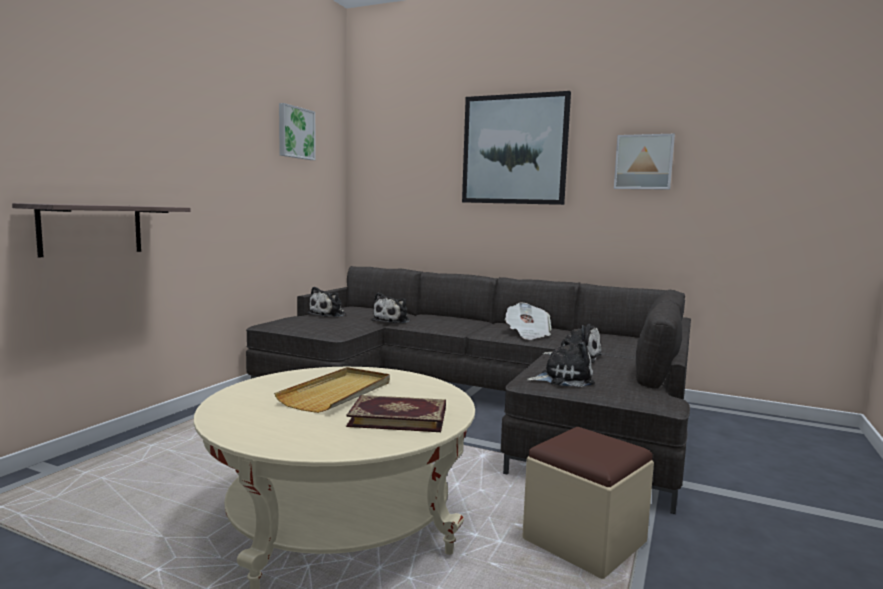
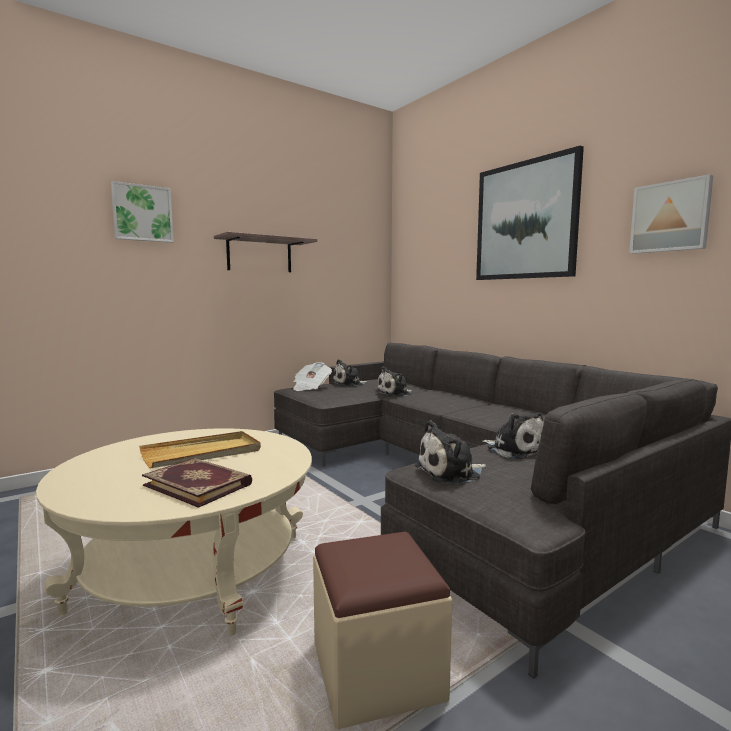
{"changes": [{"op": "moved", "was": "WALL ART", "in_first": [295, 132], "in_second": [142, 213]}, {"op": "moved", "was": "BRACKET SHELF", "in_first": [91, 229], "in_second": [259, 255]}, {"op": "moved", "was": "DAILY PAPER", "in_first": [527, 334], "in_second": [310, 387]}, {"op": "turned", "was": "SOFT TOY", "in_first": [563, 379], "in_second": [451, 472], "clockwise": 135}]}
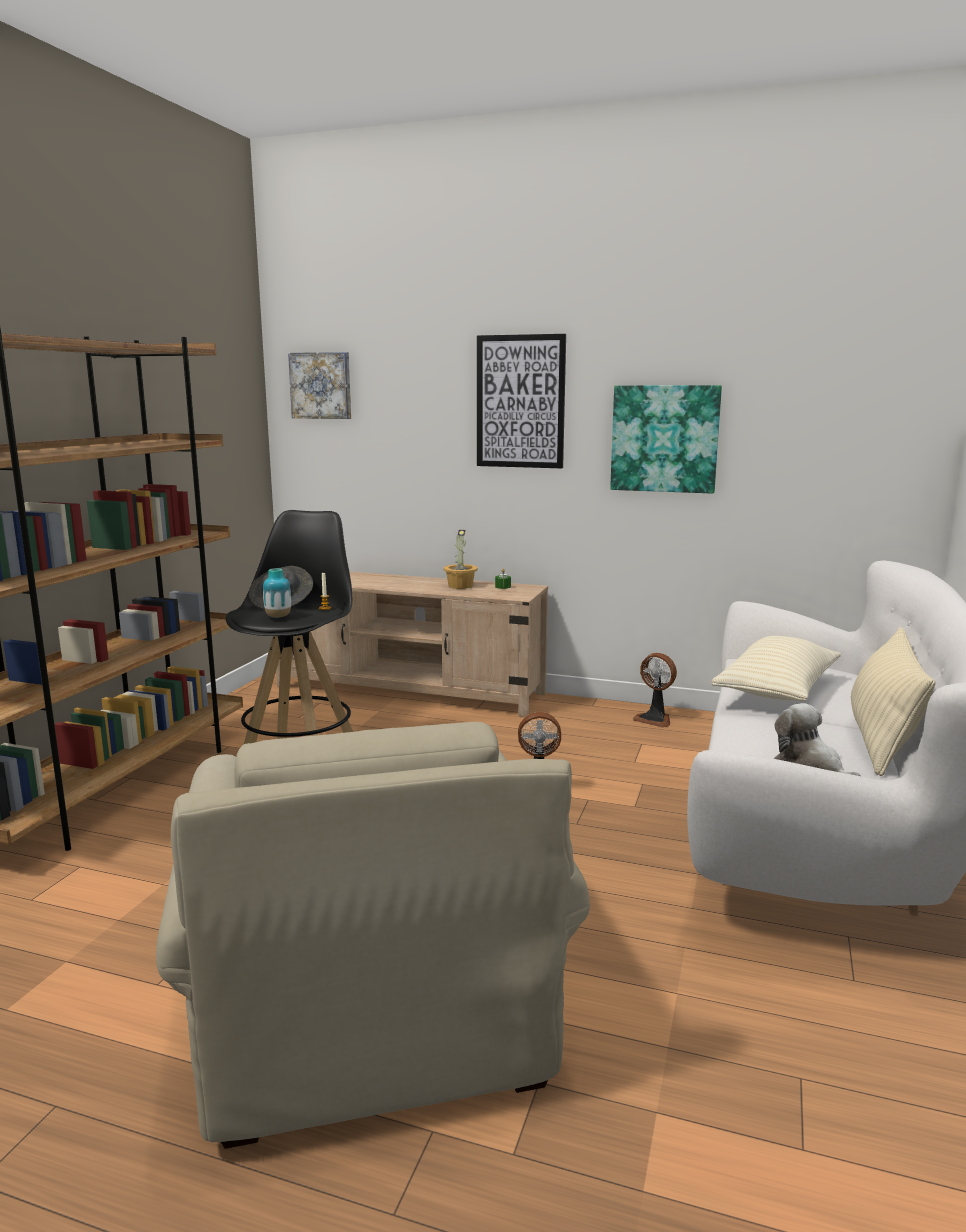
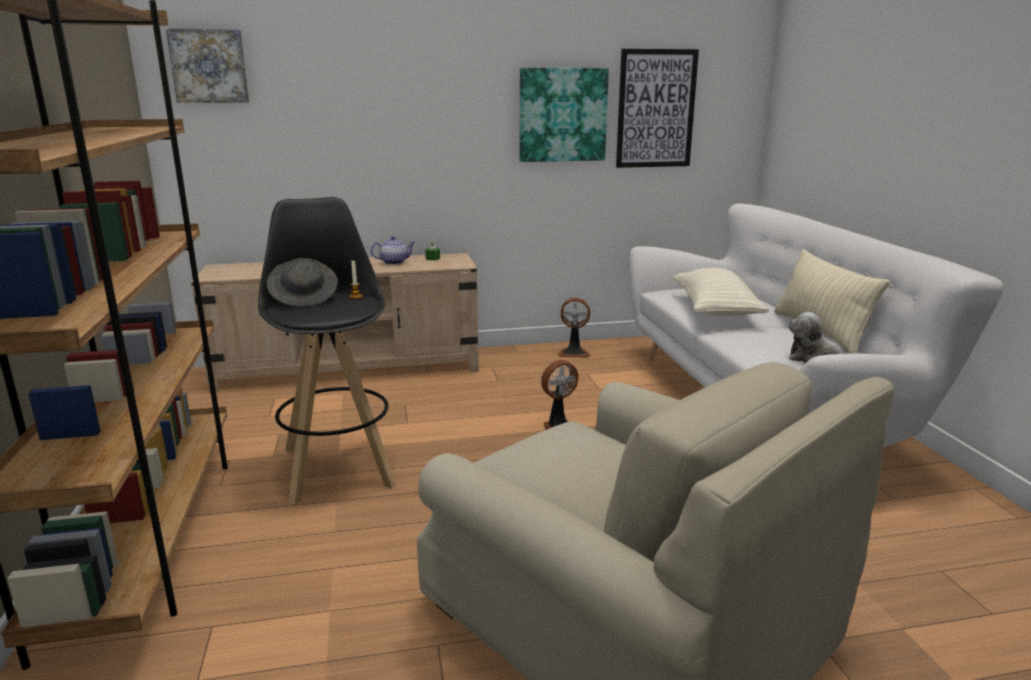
{"changes": [{"op": "moved", "was": "WALL ART", "in_first": [520, 402], "in_second": [656, 109]}, {"op": "replaced", "was": "POTTED PLANT", "now": "TEAPOT", "in_first": [460, 586], "in_second": [394, 262]}, {"op": "removed", "was": "VASE", "in_first": [278, 617]}]}
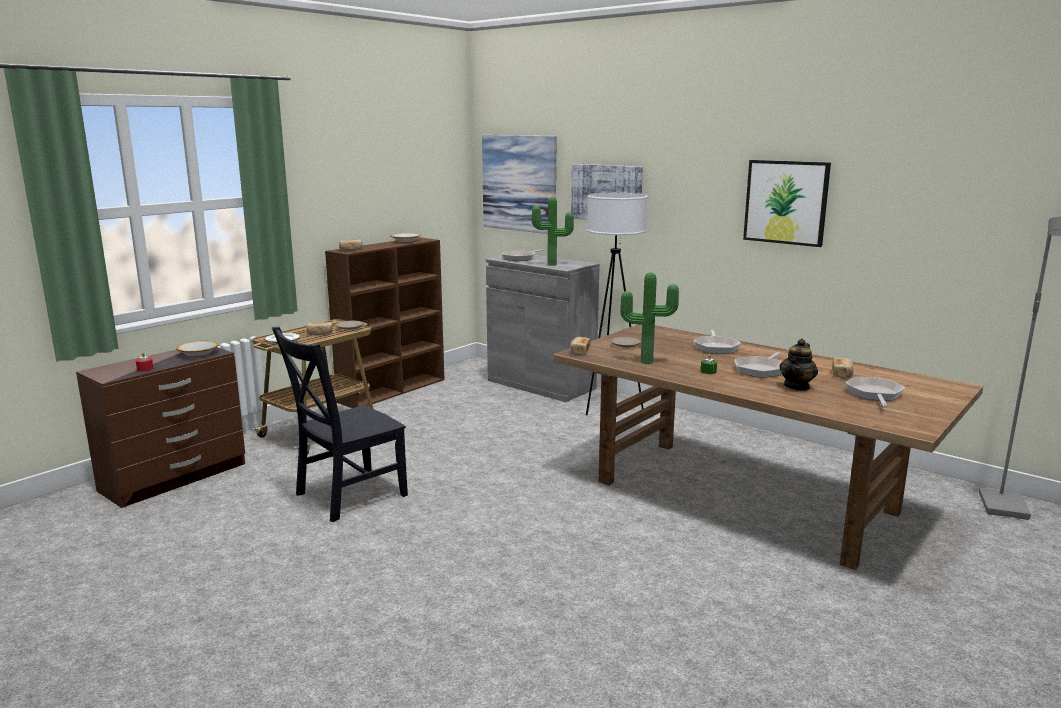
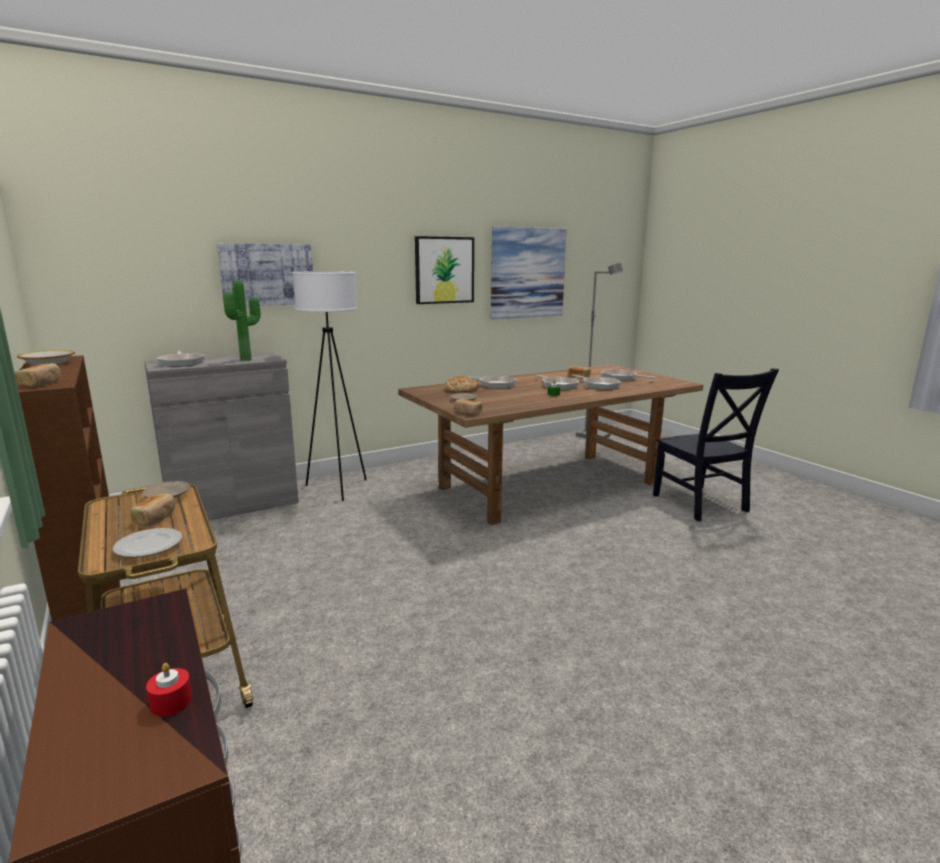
{"changes": [{"op": "moved", "was": "WALL ART", "in_first": [519, 183], "in_second": [527, 273]}, {"op": "removed", "was": "POTTED PLANT", "in_first": [646, 361]}, {"op": "moved", "was": "BLACKISH PLAIN CHAIR", "in_first": [347, 496], "in_second": [701, 504]}, {"op": "replaced", "was": "TEAPOT", "now": "SKILLET", "in_first": [797, 386], "in_second": [599, 385]}, {"op": "removed", "was": "SERVING BOWL", "in_first": [198, 353]}, {"op": "added", "now": "BREAD", "in_second": [460, 389]}]}
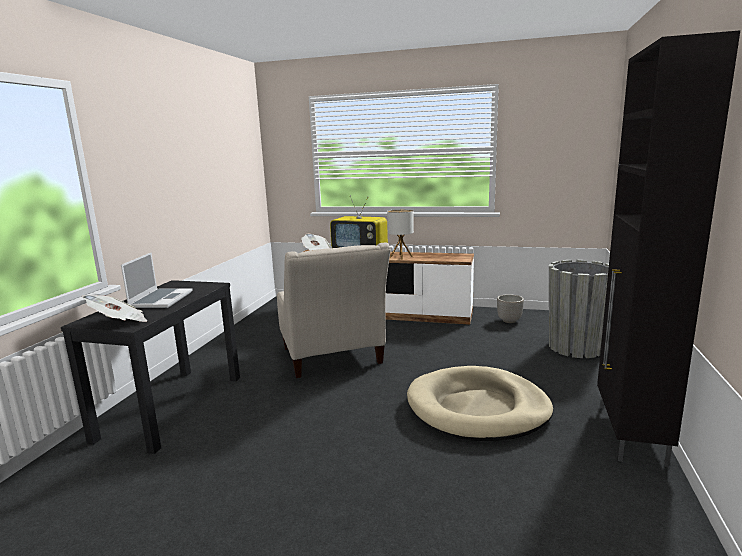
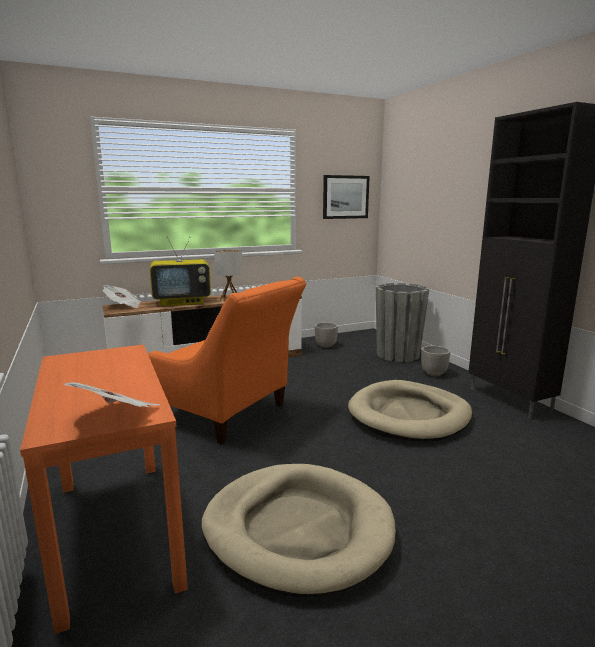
{"changes": [{"op": "recoloured", "was": "SAND-COLOURED ARMCHAIR", "now": "ORANGE ARMCHAIR", "in_first": [333, 359], "in_second": [230, 415]}, {"op": "removed", "was": "LAPTOP", "in_first": [161, 299]}, {"op": "recoloured", "was": "BLACKISH CONSOLE TABLE", "now": "ORANGE CONSOLE TABLE", "in_first": [172, 406], "in_second": [115, 529]}, {"op": "added", "now": "WALL ART", "in_second": [345, 197]}, {"op": "added", "now": "PLANTER", "in_second": [434, 374]}, {"op": "added", "now": "SAND-COLOURED PET BED", "in_second": [297, 530]}]}
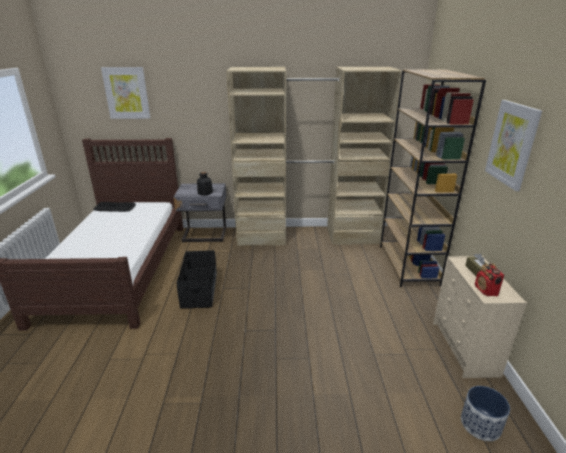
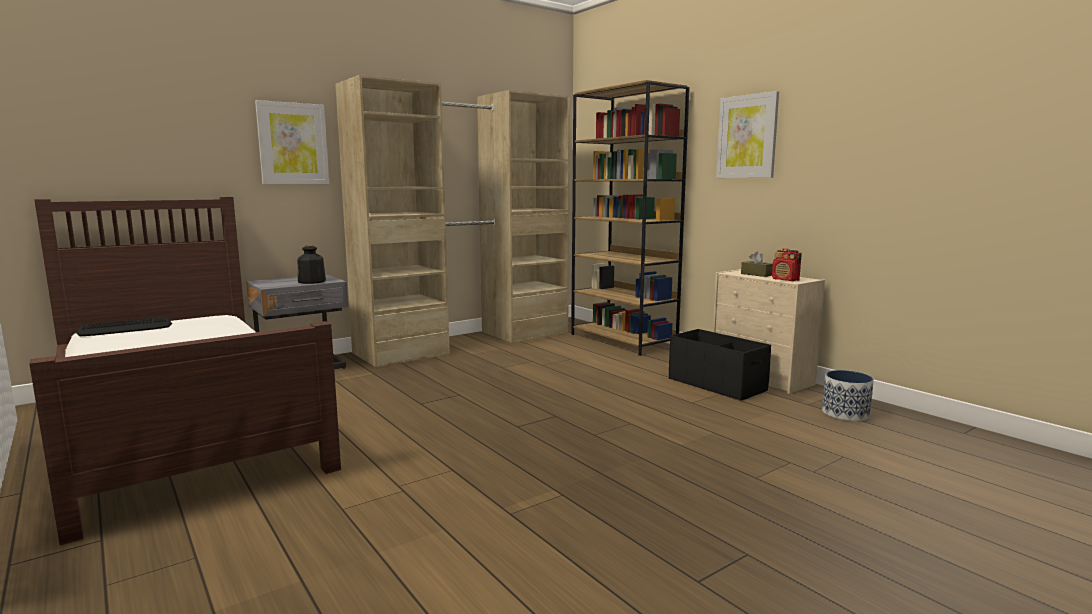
{"changes": [{"op": "moved", "was": "WALL ART", "in_first": [126, 93], "in_second": [293, 144]}, {"op": "moved", "was": "BLACKISH STORAGE BIN", "in_first": [200, 290], "in_second": [717, 384]}]}
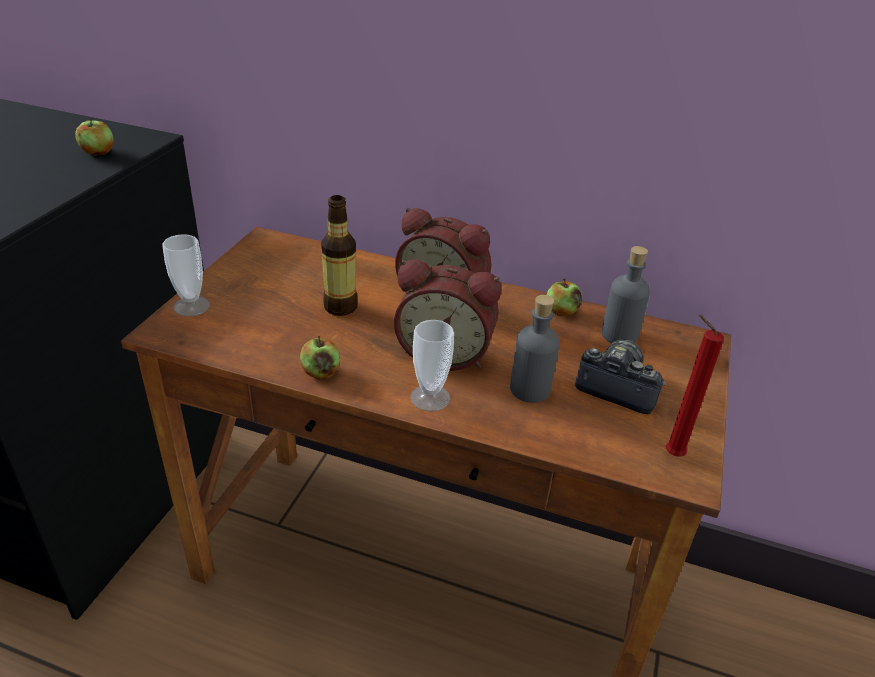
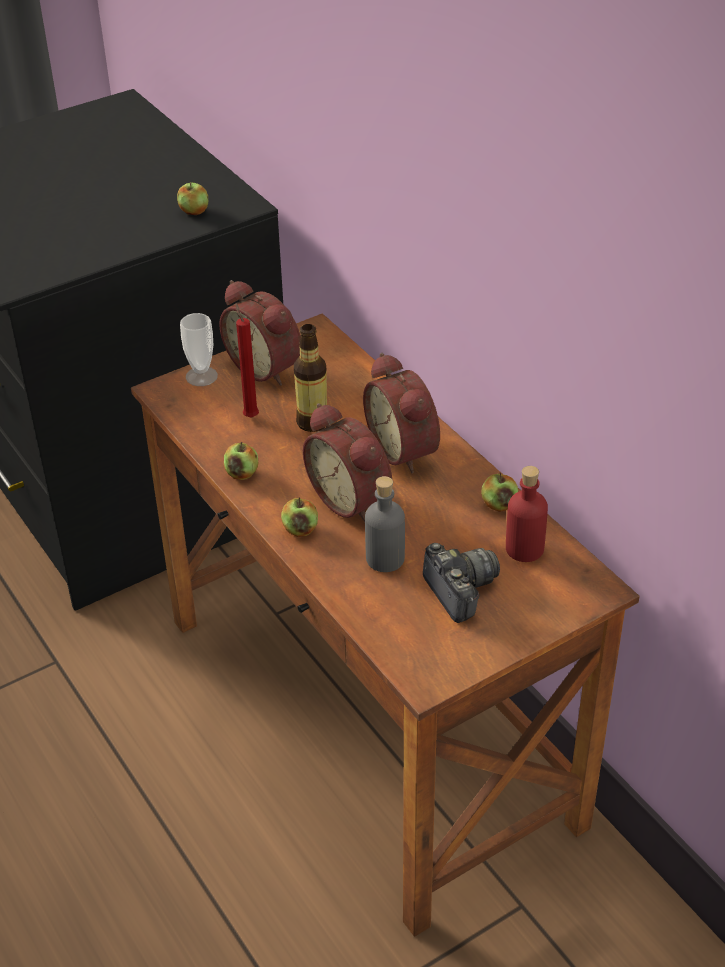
{"changes": [{"op": "recoloured", "was": "GREYISH BOTTLE", "now": "REDDISH BOTTLE", "in_first": [619, 335], "in_second": [524, 548]}, {"op": "moved", "was": "REDDISH WAX LIGHT", "in_first": [670, 454], "in_second": [250, 415]}, {"op": "replaced", "was": "CUP", "now": "APPLE", "in_first": [430, 398], "in_second": [300, 529]}, {"op": "added", "now": "BEDSIDE CLOCK", "in_second": [267, 367]}]}
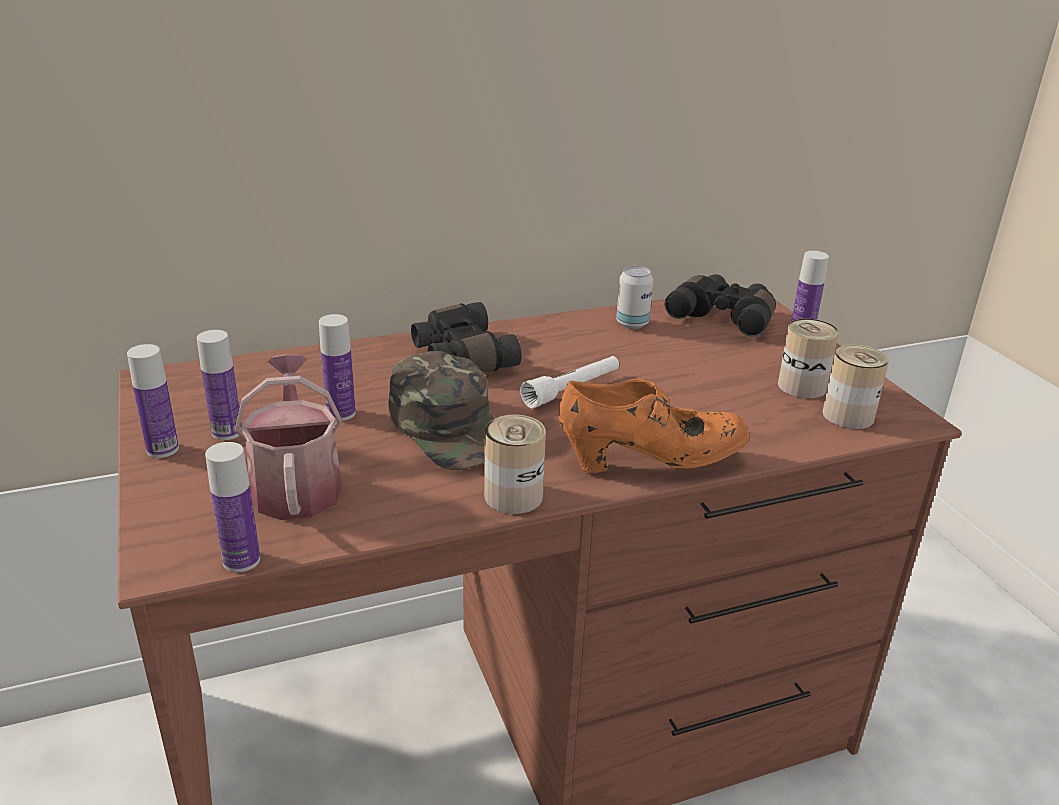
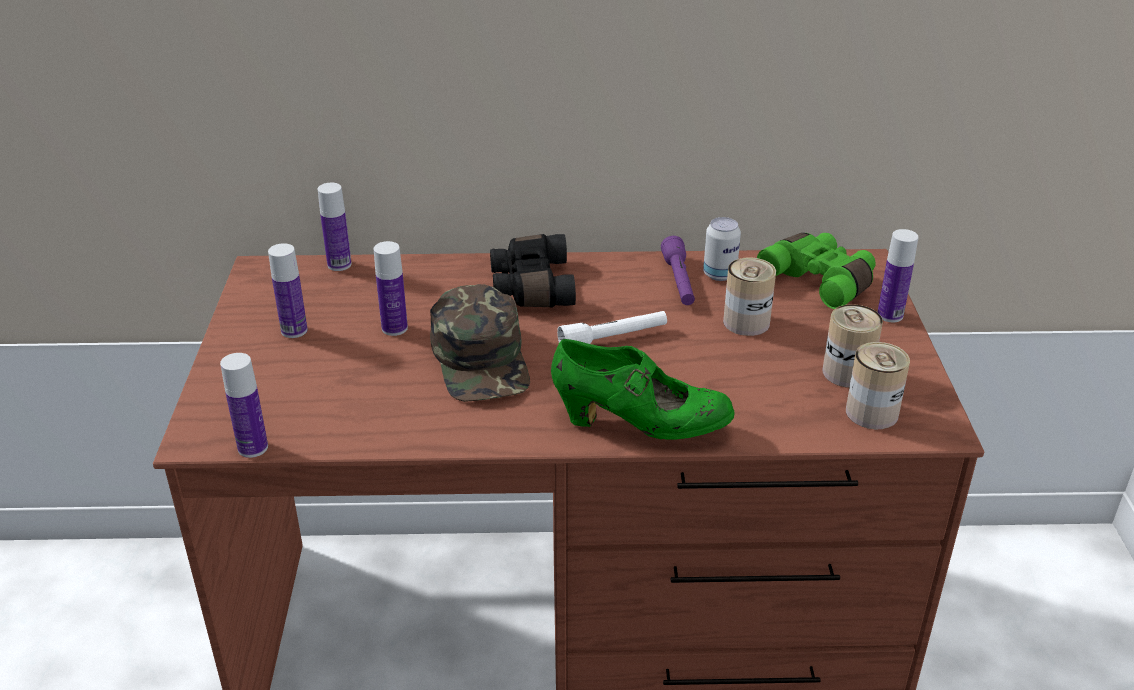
{"changes": [{"op": "recoloured", "was": "BLACKISH PAIR OF BINOCULARS", "now": "GREENISH PAIR OF BINOCULARS", "in_first": [724, 317], "in_second": [821, 281]}, {"op": "moved", "was": "BOTTLE", "in_first": [162, 449], "in_second": [339, 264]}, {"op": "removed", "was": "WATERING CAN", "in_first": [296, 484]}, {"op": "recoloured", "was": "ORANGE SHOE", "now": "GREENISH SHOE", "in_first": [651, 462], "in_second": [640, 425]}, {"op": "moved", "was": "SEALED CAN", "in_first": [513, 496], "in_second": [746, 322]}, {"op": "added", "now": "PURPLE FLASHLIGHT", "in_second": [679, 282]}]}
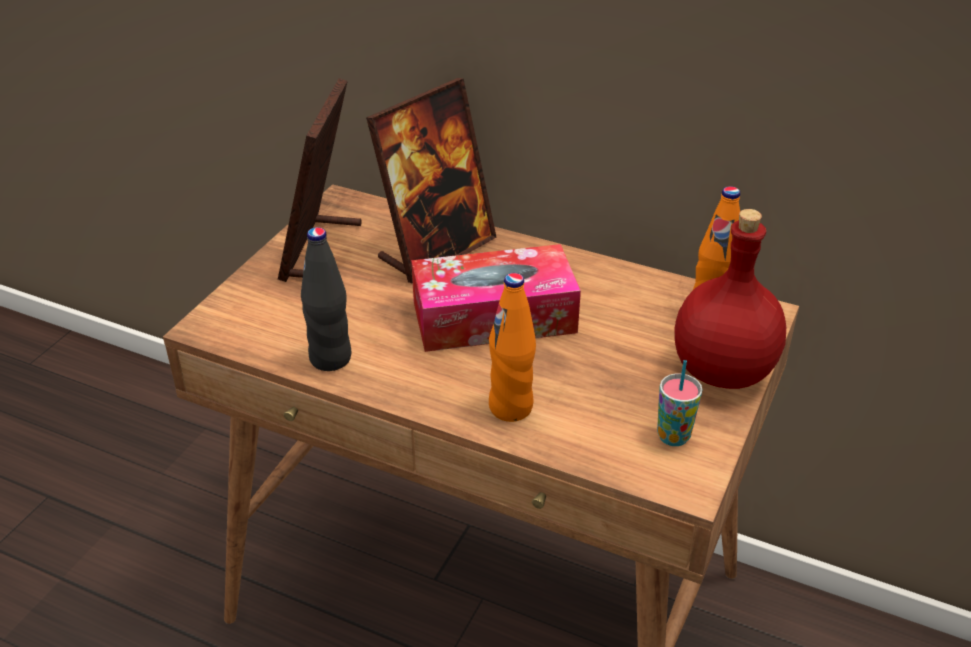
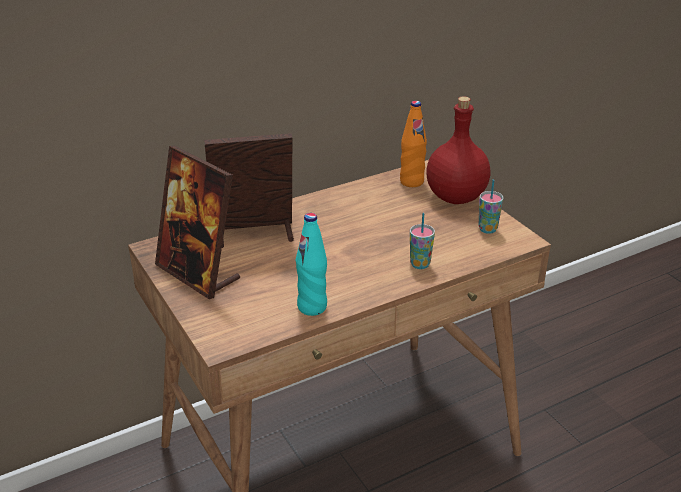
{"changes": [{"op": "turned", "was": "PHOTO FRAME", "in_first": [436, 250], "in_second": [254, 234], "clockwise": -90}, {"op": "recoloured", "was": "BLACKISH BOTTLE", "now": "TURQUOISE BOTTLE", "in_first": [331, 358], "in_second": [312, 307]}, {"op": "removed", "was": "TISSUE HOLDER", "in_first": [494, 317]}, {"op": "replaced", "was": "ORANGE BOTTLE", "now": "CUP", "in_first": [511, 407], "in_second": [420, 264]}]}
